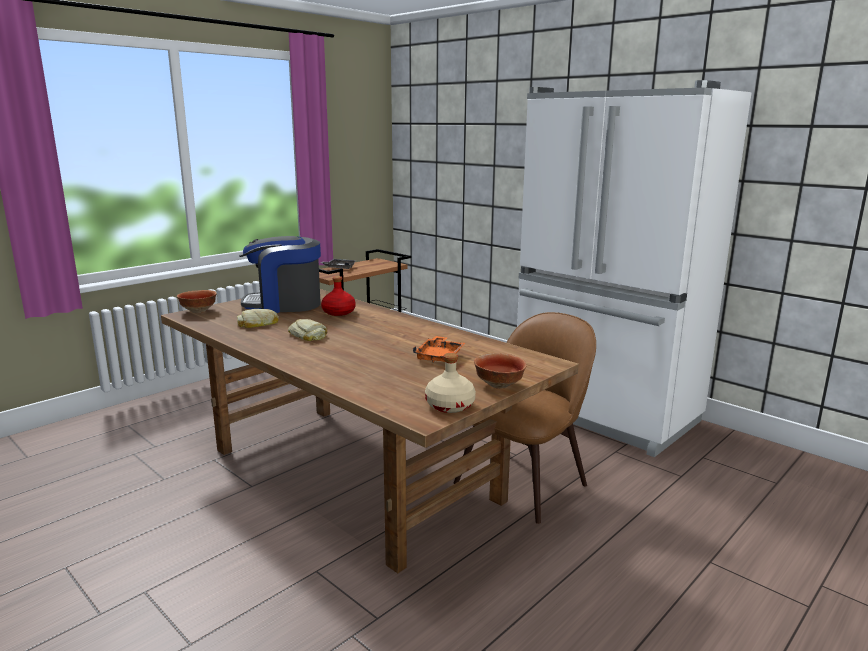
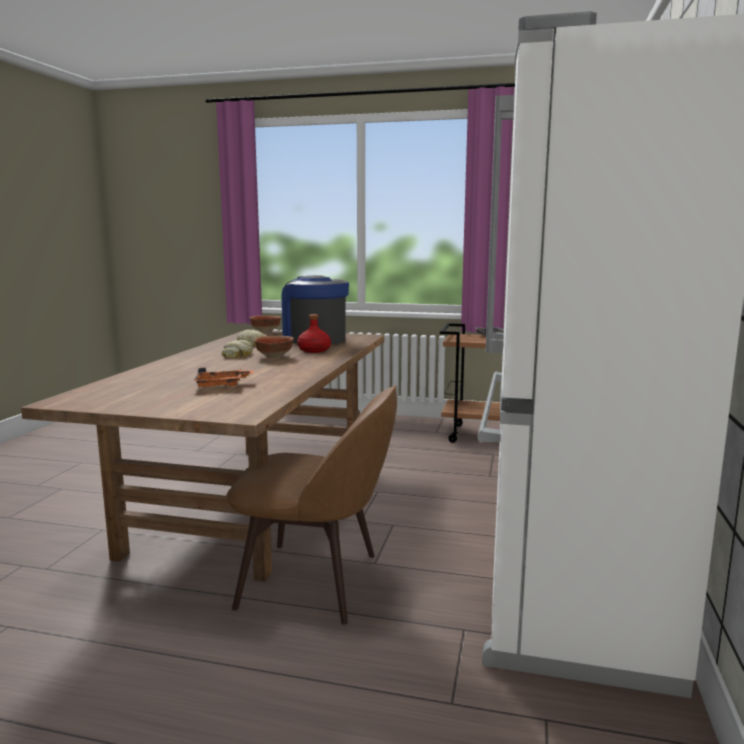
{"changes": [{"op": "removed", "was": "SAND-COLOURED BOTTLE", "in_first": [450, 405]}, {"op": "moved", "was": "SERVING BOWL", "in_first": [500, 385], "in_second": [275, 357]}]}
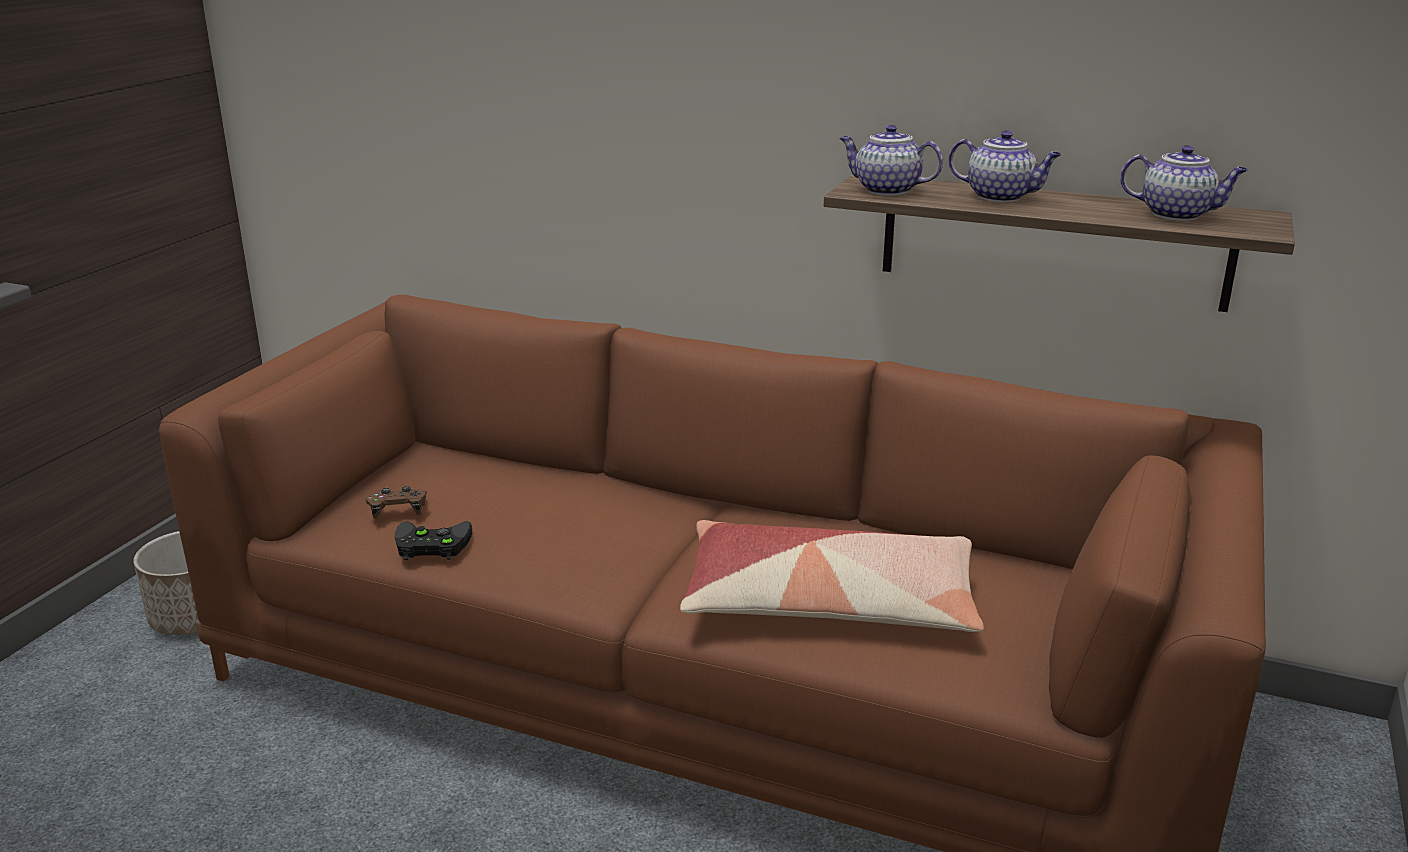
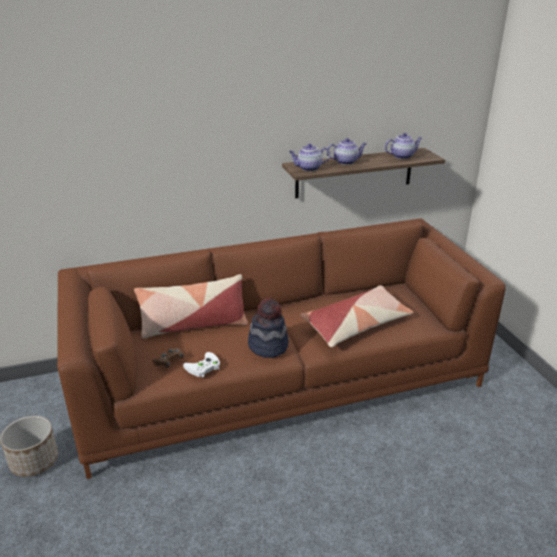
{"changes": [{"op": "recoloured", "was": "BLACKISH GAME CONTROLLER", "now": "WHITISH GAME CONTROLLER", "in_first": [429, 545], "in_second": [203, 368]}, {"op": "added", "now": "PILLOW", "in_second": [193, 325]}, {"op": "added", "now": "CLOTHING HAT", "in_second": [268, 346]}]}
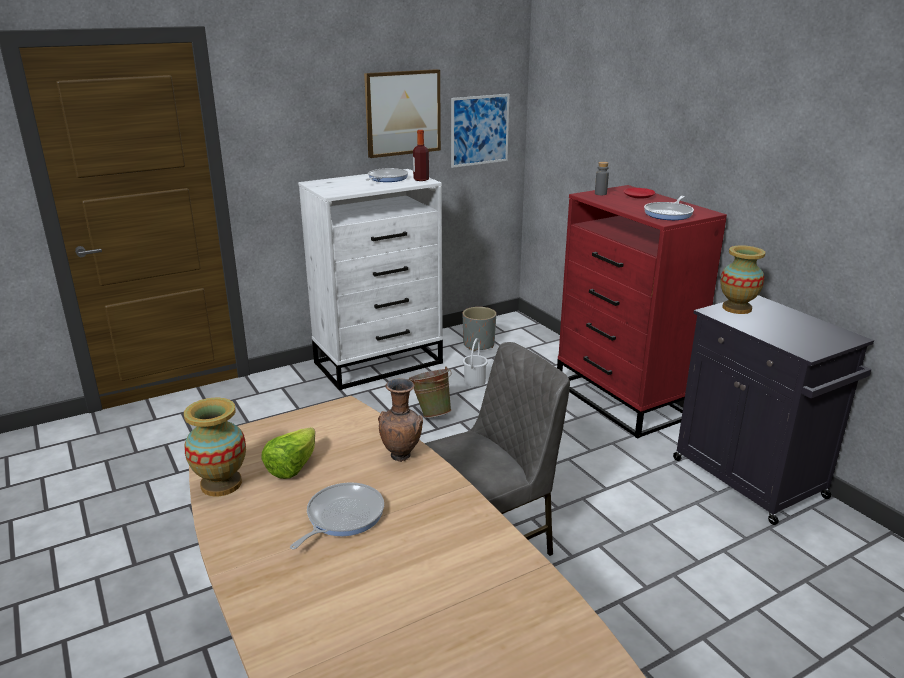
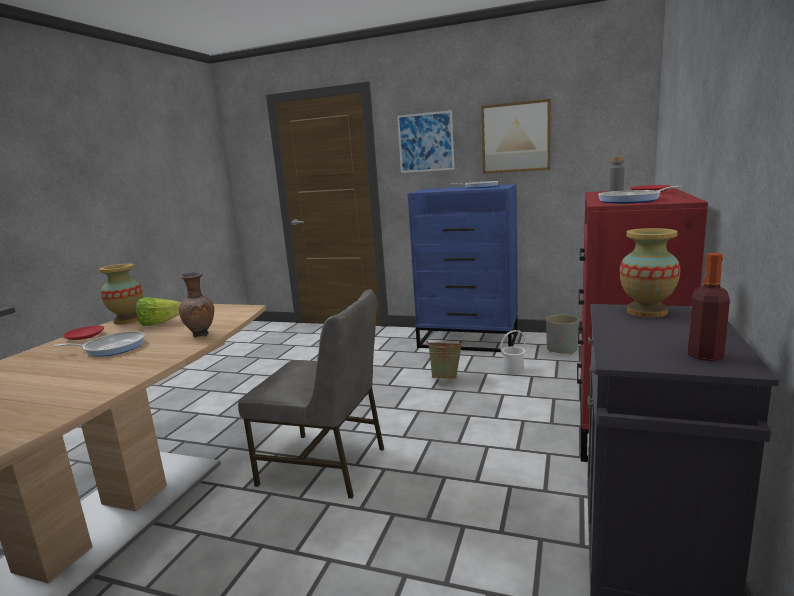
{"changes": [{"op": "moved", "was": "WALL ART", "in_first": [479, 130], "in_second": [425, 142]}, {"op": "moved", "was": "BOTTLE", "in_first": [421, 179], "in_second": [705, 356]}, {"op": "recoloured", "was": "WHITISH DRAWER CHEST", "now": "BLUE-COLOURED DRAWER CHEST", "in_first": [379, 363], "in_second": [469, 340]}, {"op": "added", "now": "REDDISH PLATE", "in_second": [85, 336]}]}
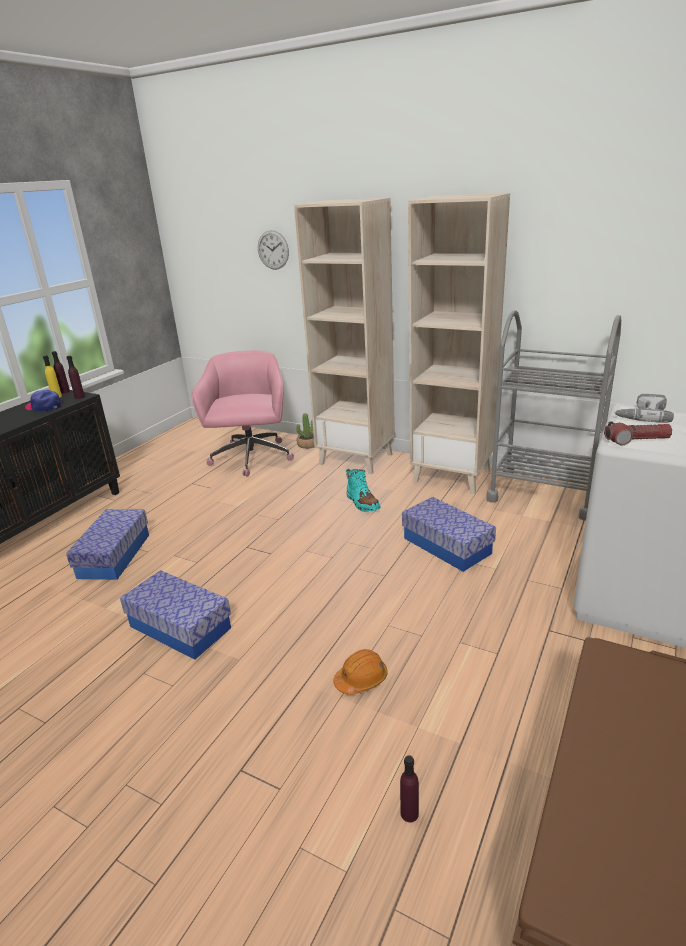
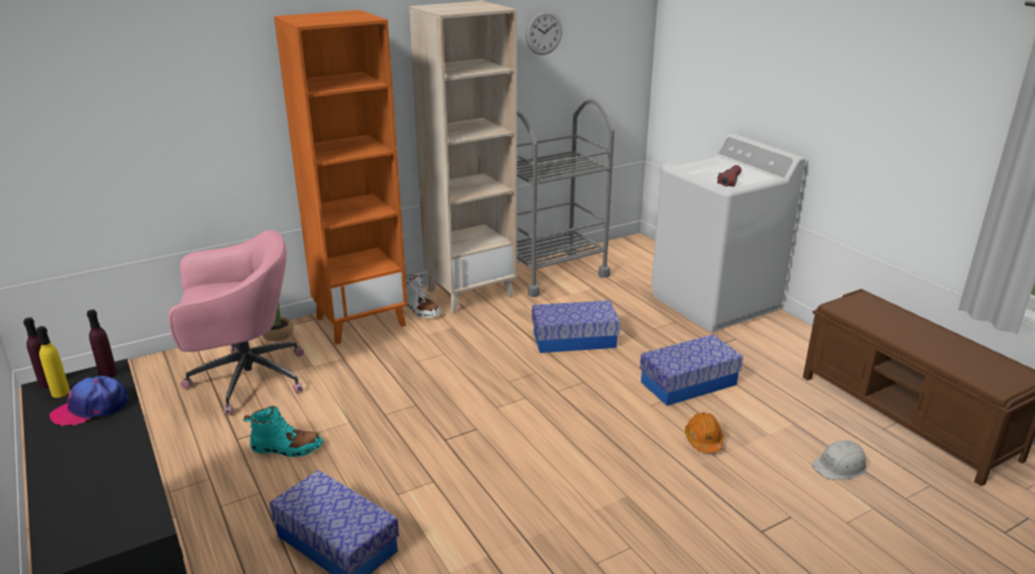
{"changes": [{"op": "recoloured", "was": "SAND-COLOURED BOOKSHELF", "now": "ORANGE BOOKSHELF", "in_first": [356, 459], "in_second": [361, 321]}, {"op": "moved", "was": "HANGING CLOCK", "in_first": [273, 250], "in_second": [543, 32]}, {"op": "turned", "was": "PINK-COLOURED OFFICE CHAIR", "in_first": [251, 458], "in_second": [245, 379], "clockwise": 135}, {"op": "removed", "was": "DRILL", "in_first": [641, 414]}, {"op": "moved", "was": "TURQUOISE BOOT", "in_first": [362, 503], "in_second": [286, 448]}, {"op": "moved", "was": "STORAGE BIN", "in_first": [180, 627], "in_second": [688, 383]}, {"op": "replaced", "was": "PURPLE BOTTLE", "now": "WHITISH SAFETY HELMET", "in_first": [409, 813], "in_second": [840, 466]}, {"op": "added", "now": "WHITISH BOOT", "in_second": [421, 310]}]}
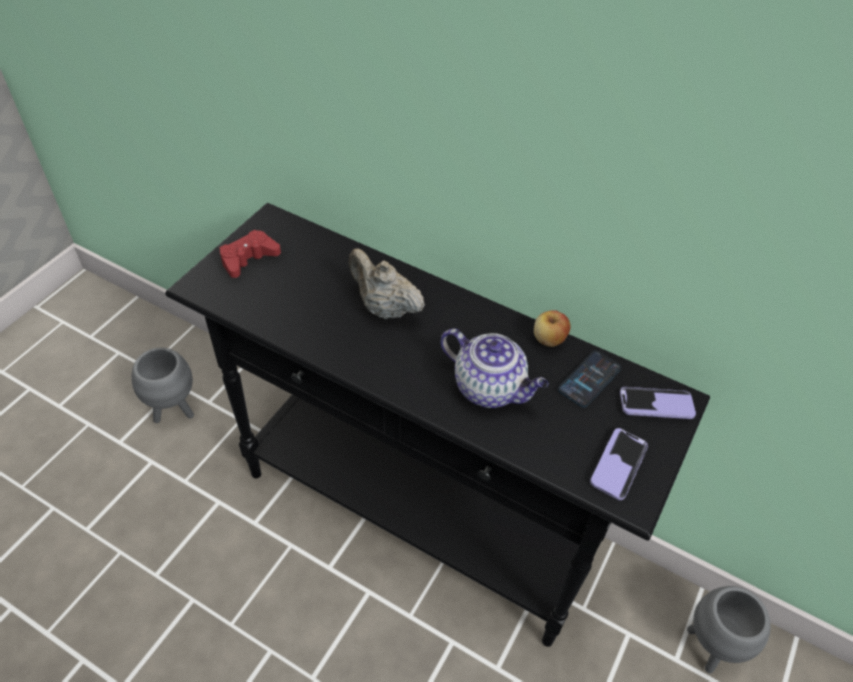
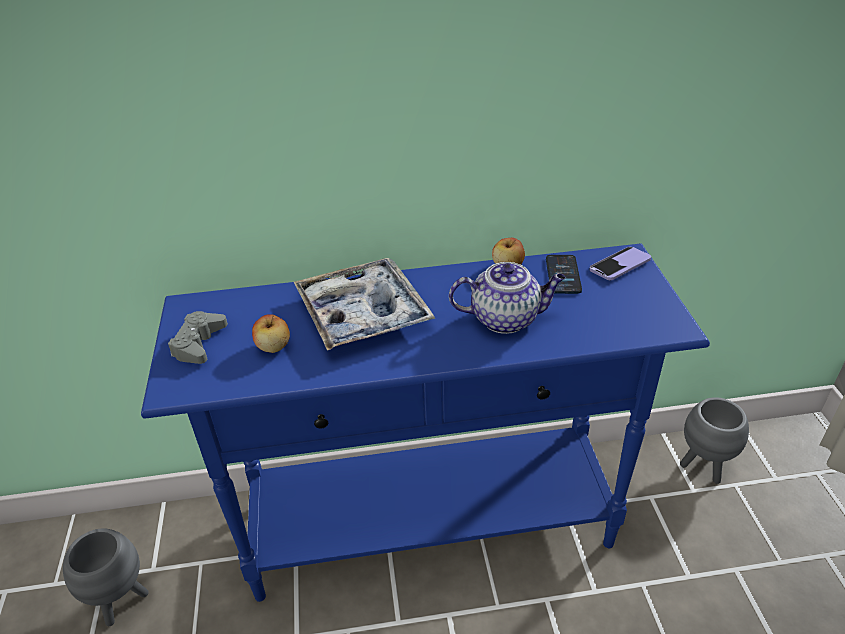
{"changes": [{"op": "recoloured", "was": "BLACKISH CONSOLE TABLE", "now": "BLUE-COLOURED CONSOLE TABLE", "in_first": [419, 513], "in_second": [431, 524]}, {"op": "recoloured", "was": "REDDISH GAME CONTROLLER", "now": "GREYISH GAME CONTROLLER", "in_first": [248, 258], "in_second": [199, 343]}, {"op": "replaced", "was": "SAND-COLOURED TEAPOT", "now": "TRAY", "in_first": [384, 307], "in_second": [363, 313]}, {"op": "removed", "was": "PHONE", "in_first": [618, 465]}, {"op": "added", "now": "APPLE", "in_second": [273, 346]}]}
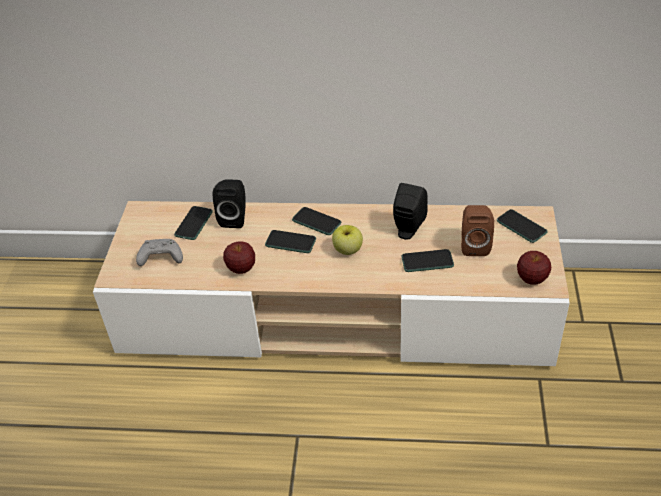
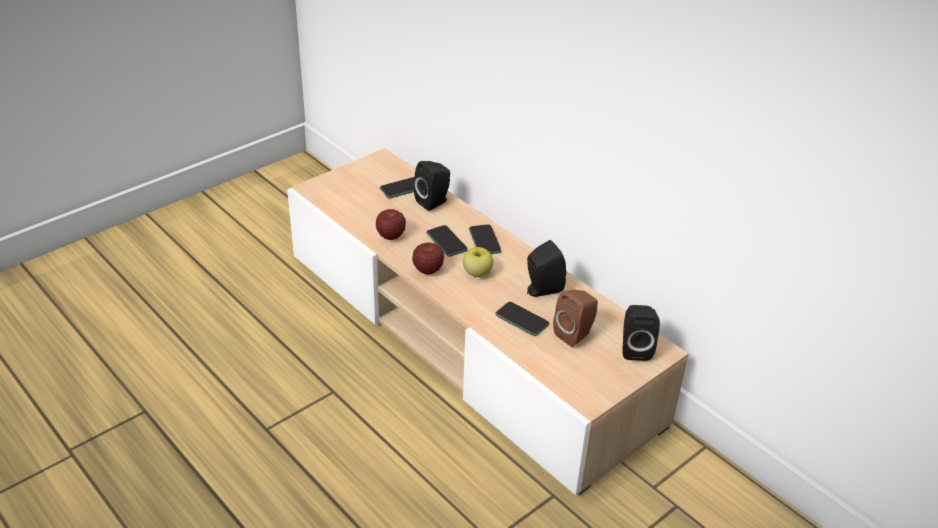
{"changes": [{"op": "replaced", "was": "PHONE", "now": "BLACKISH AUDIO SPEAKER", "in_first": [521, 227], "in_second": [635, 348]}, {"op": "removed", "was": "GREYISH GAME CONTROLLER", "in_first": [160, 258]}, {"op": "moved", "was": "APPLE", "in_first": [531, 279], "in_second": [428, 270]}]}
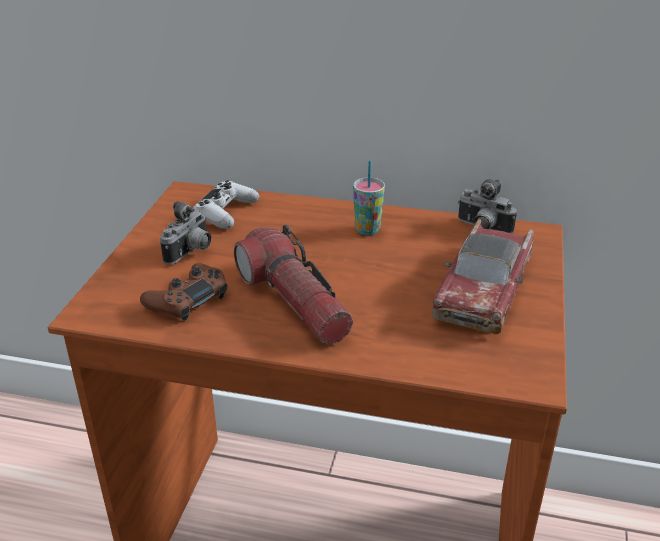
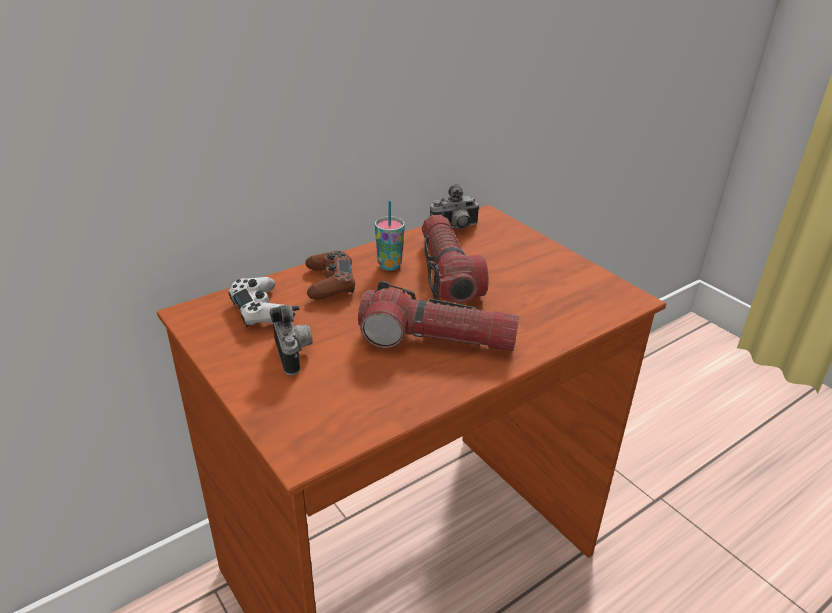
{"changes": [{"op": "removed", "was": "TOY CAR", "in_first": [483, 289]}, {"op": "moved", "was": "BROWN-COLOURED GAME CONTROLLER", "in_first": [187, 299], "in_second": [330, 283]}, {"op": "added", "now": "FLASHLIGHT", "in_second": [447, 273]}]}
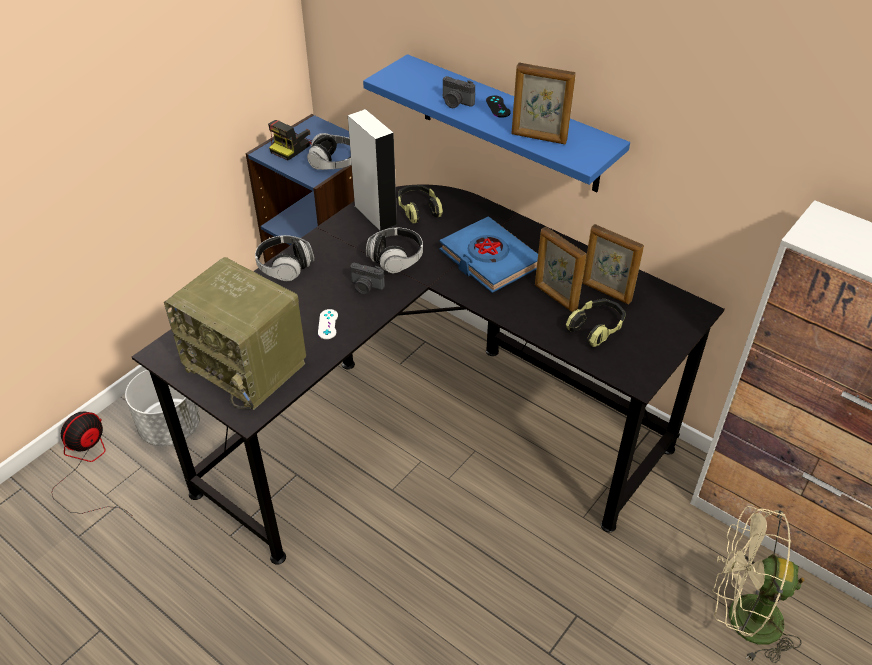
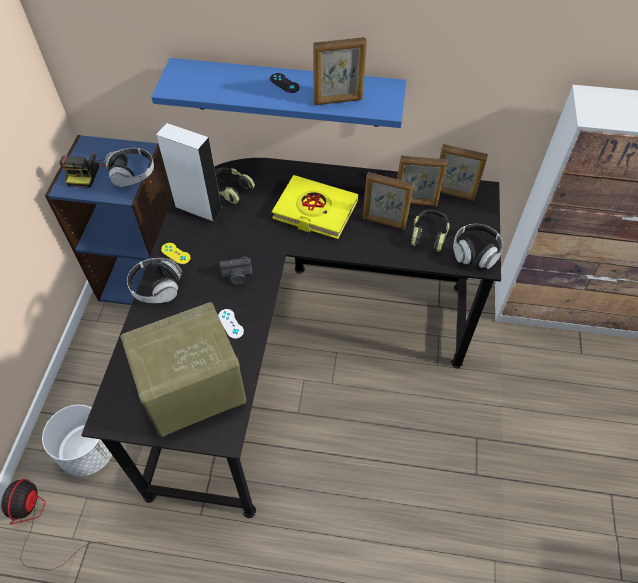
{"changes": [{"op": "removed", "was": "STILL CAMERA", "in_first": [456, 103]}, {"op": "recoloured", "was": "BLUE-COLOURED BOUND BOOK", "now": "YELLOWISH BOUND BOOK", "in_first": [489, 259], "in_second": [315, 211]}, {"op": "moved", "was": "HEADSET", "in_first": [396, 258], "in_second": [475, 253]}, {"op": "turned", "was": "RADIO RECEIVER", "in_first": [248, 366], "in_second": [192, 393], "clockwise": 150}, {"op": "removed", "was": "SAND-COLOURED FAN", "in_first": [741, 619]}, {"op": "added", "now": "PHOTO FRAME", "in_second": [453, 194]}, {"op": "added", "now": "YELLOWISH GAME CONTROLLER", "in_second": [175, 253]}]}
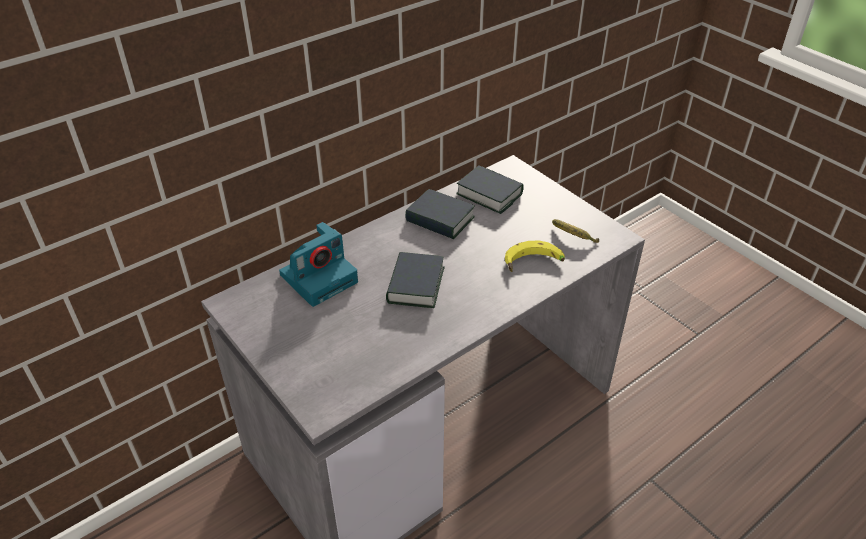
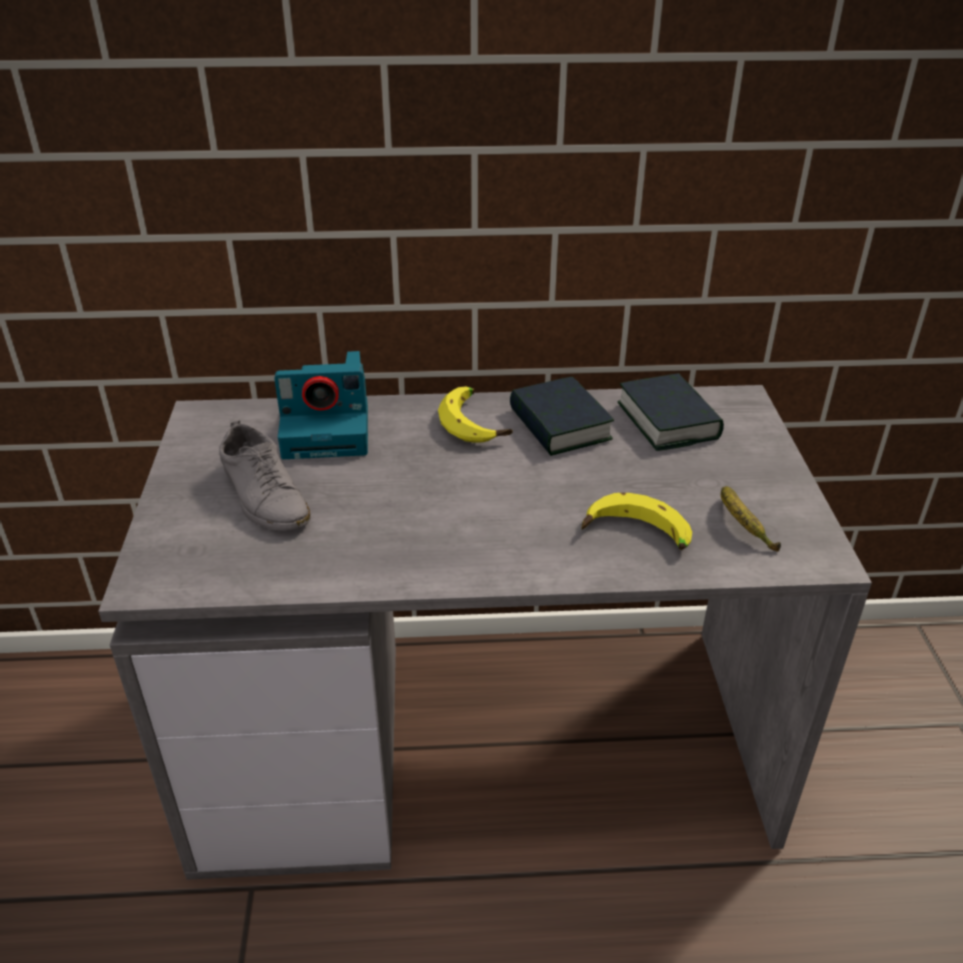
{"changes": [{"op": "removed", "was": "BOUND BOOK", "in_first": [415, 285]}, {"op": "added", "now": "BANANA", "in_second": [476, 423]}, {"op": "added", "now": "GREYISH SHOE", "in_second": [265, 496]}]}
